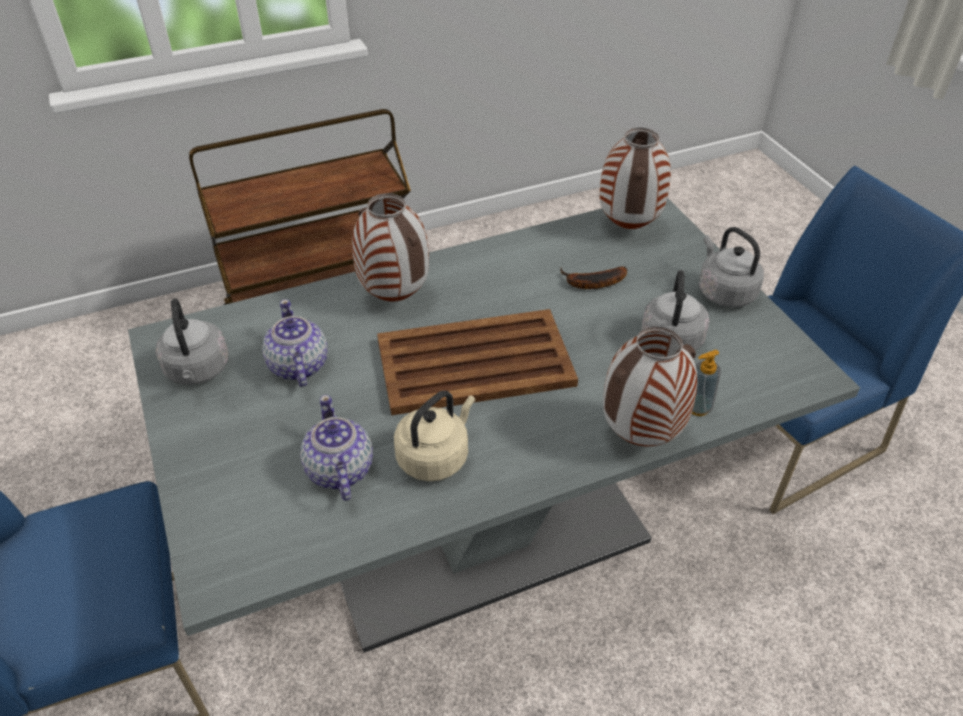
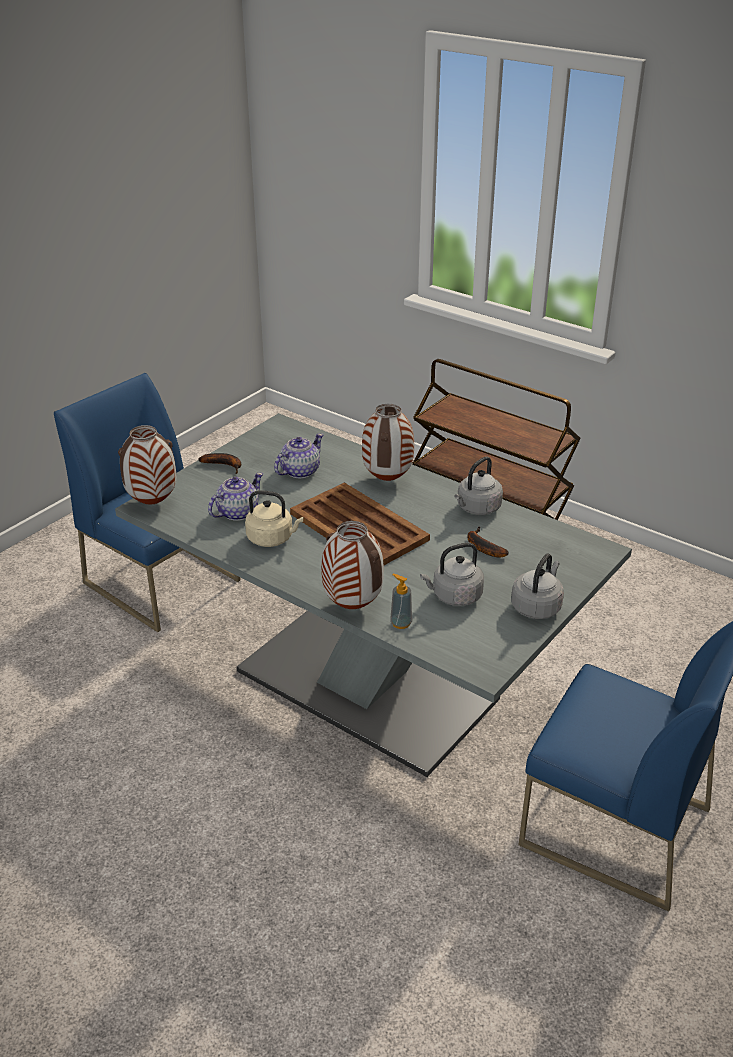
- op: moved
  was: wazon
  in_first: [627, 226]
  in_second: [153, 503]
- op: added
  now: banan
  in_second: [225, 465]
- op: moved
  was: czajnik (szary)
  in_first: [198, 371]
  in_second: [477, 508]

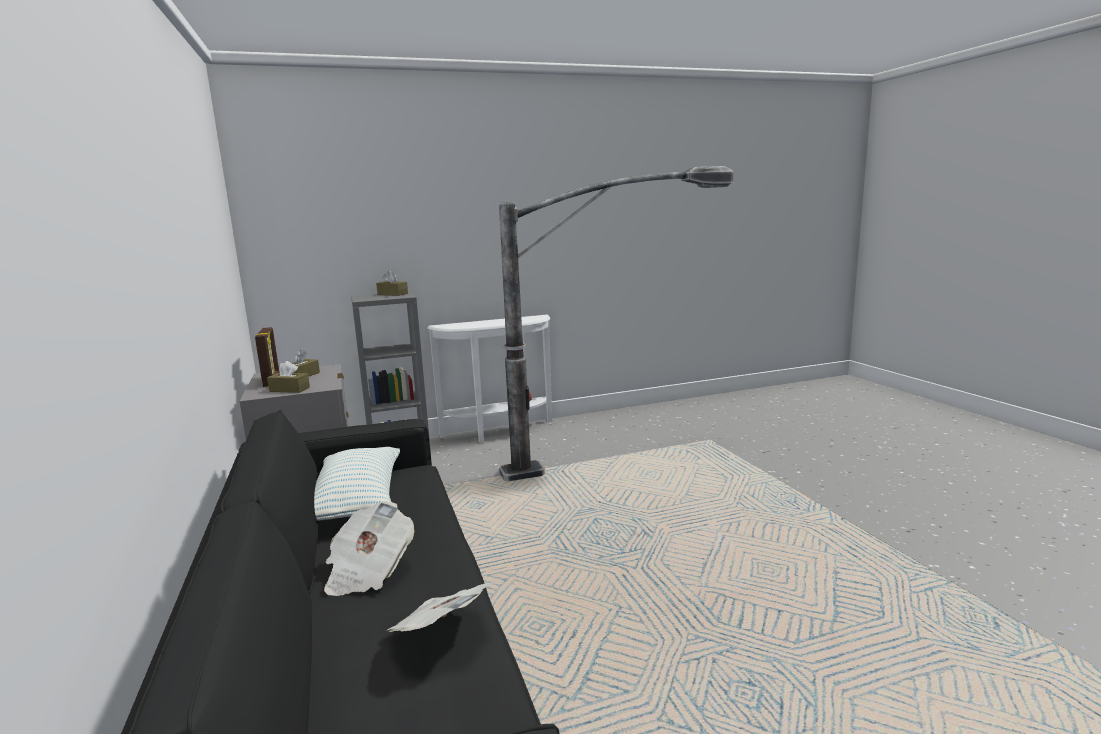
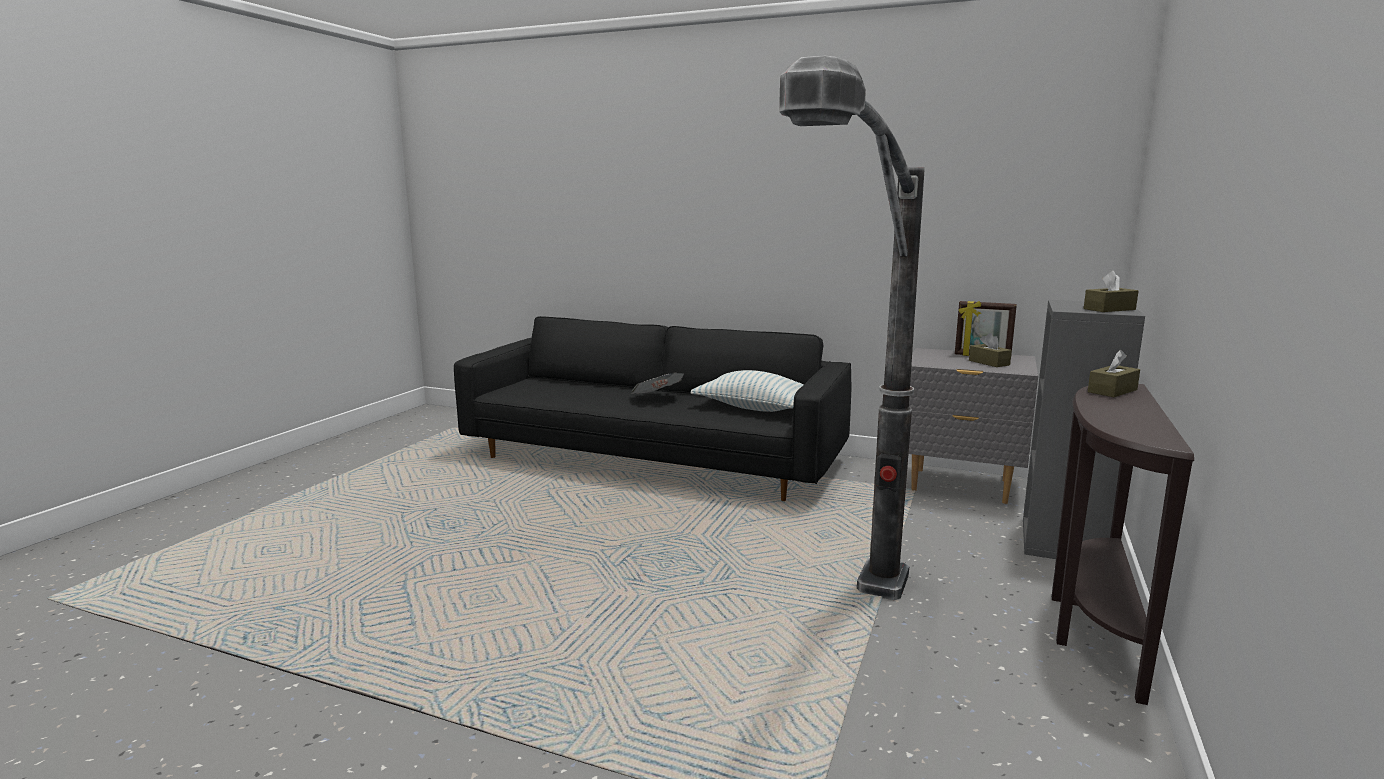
- op: recoloured
  was: stolik konsolowy (biały)
  now: stolik konsolowy (brązowy)
  in_first: [500, 433]
  in_second: [1092, 627]
- op: moved
  was: pudełko chusteczek (brązowy)
  in_first: [289, 389]
  in_second: [1112, 391]
- op: removed
  was: gazeta
  in_first: [442, 631]

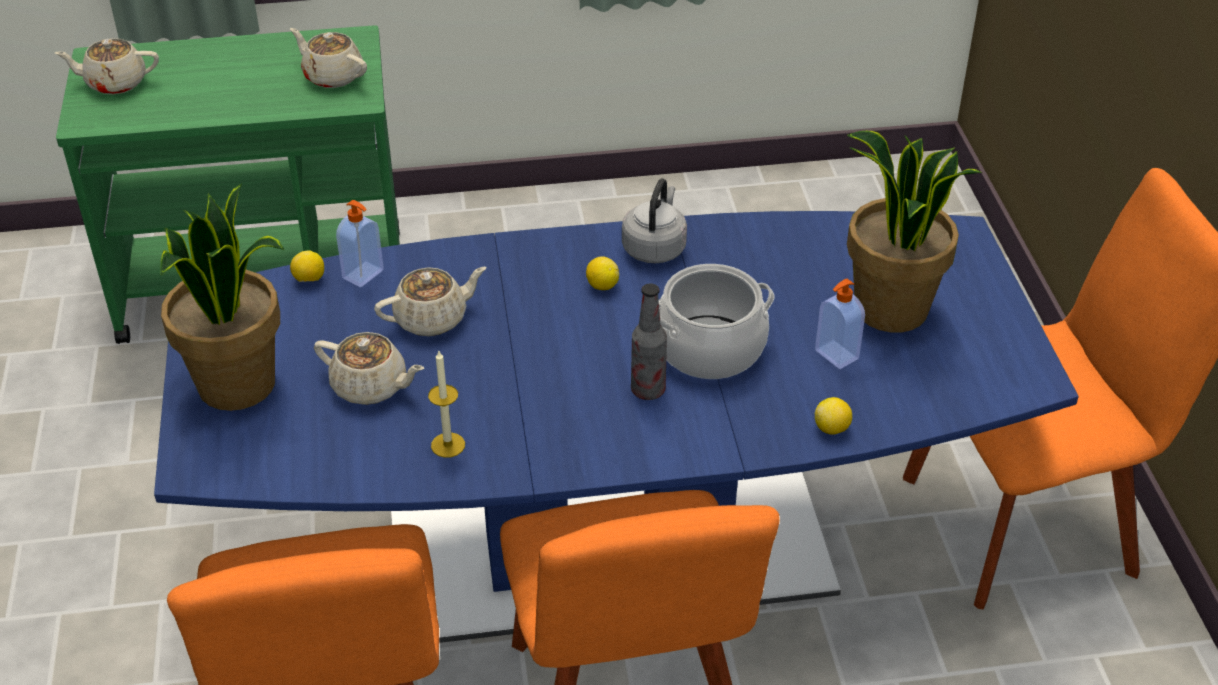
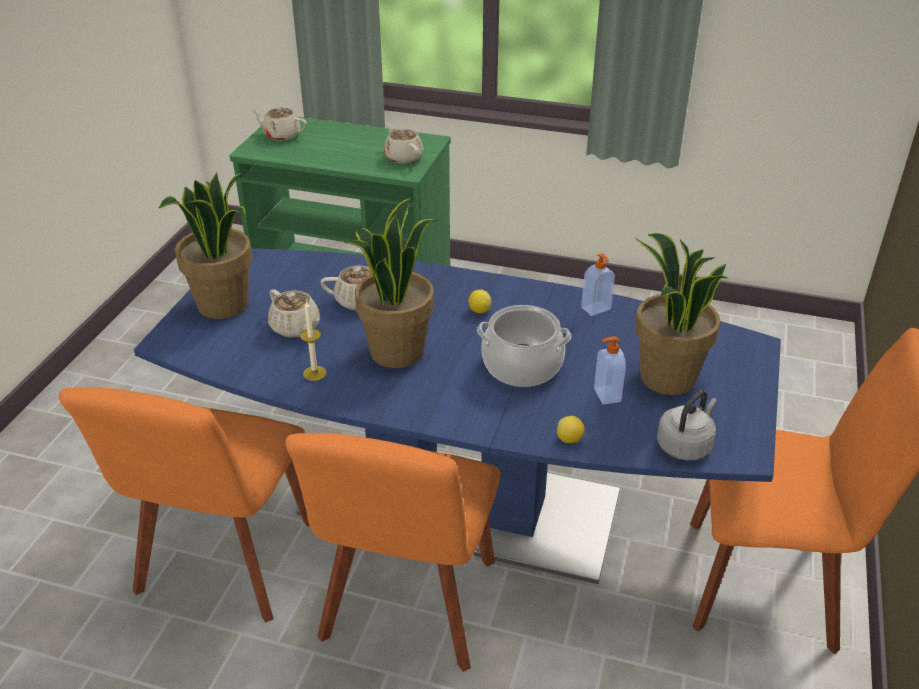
- op: added
  now: roślina doniczkowa
  in_second: [396, 351]
- op: moved
  was: dozownik mydła
  in_first: [364, 275]
  in_second: [596, 309]
- op: moved
  was: czajnik (szary)
  in_first: [655, 247]
  in_second: [685, 445]
- op: removed
  was: cytryna
  in_first: [309, 280]
- op: removed
  was: butelka
  in_first: [648, 390]

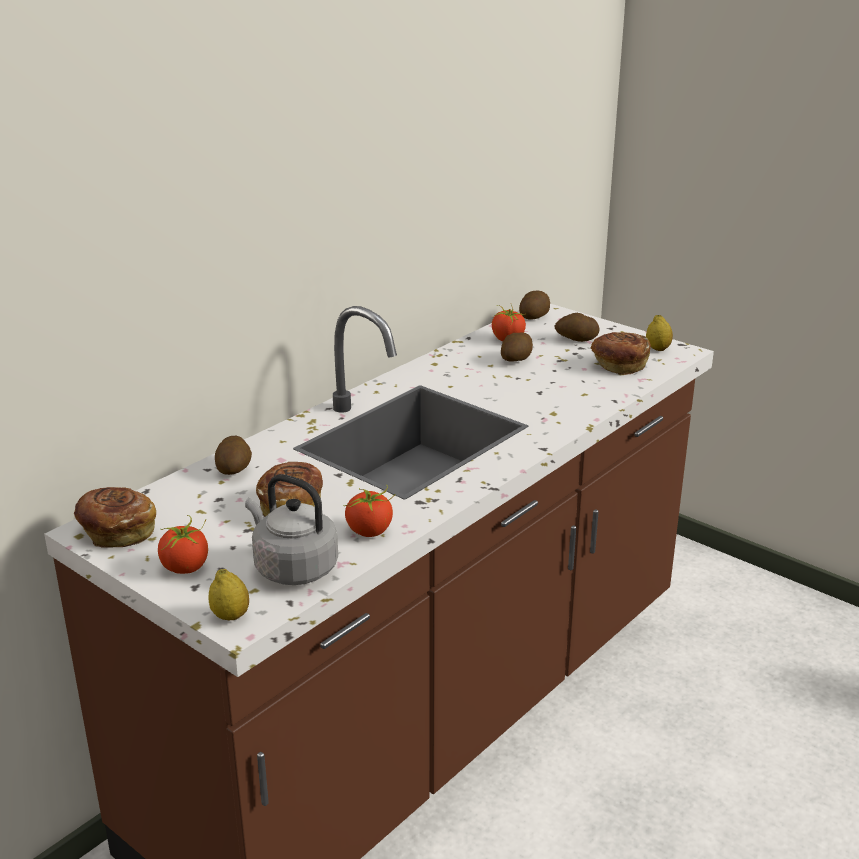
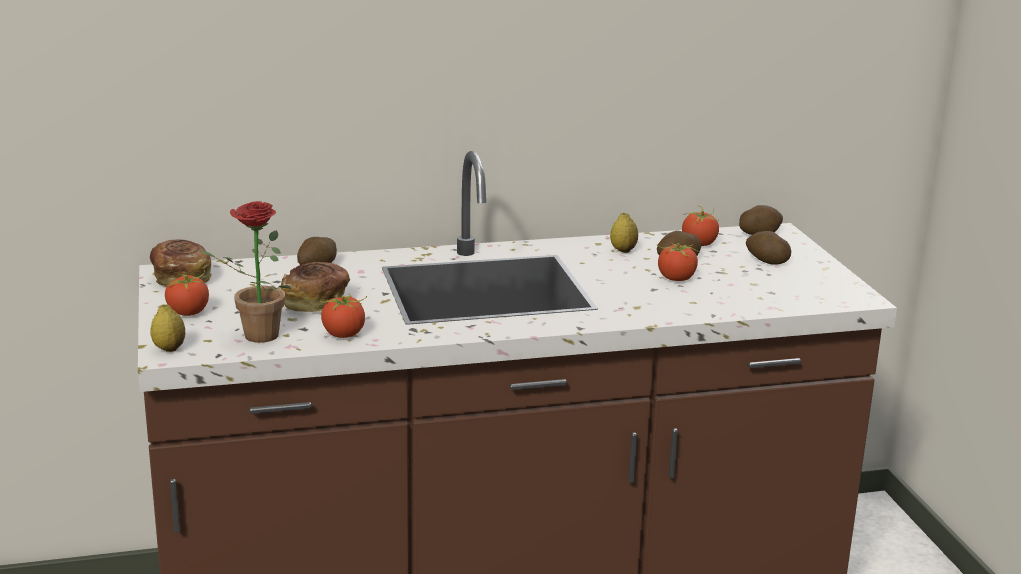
- op: replaced
  was: czajnik (szary)
  now: roślina doniczkowa
  in_first: [292, 568]
  in_second: [254, 337]
- op: moved
  was: cytryna
  in_first: [658, 349]
  in_second: [623, 250]
- op: added
  now: pomidor
  in_second: [676, 279]
- op: removed
  was: chleb
  in_first: [619, 365]

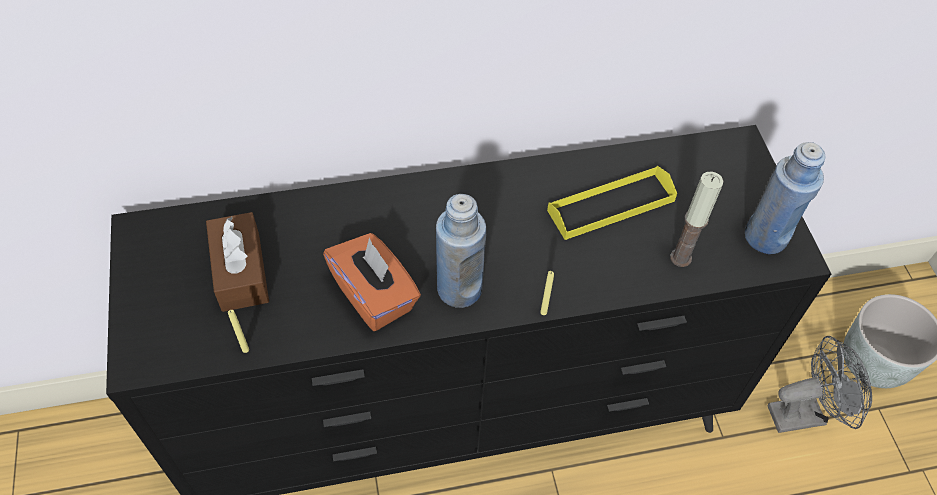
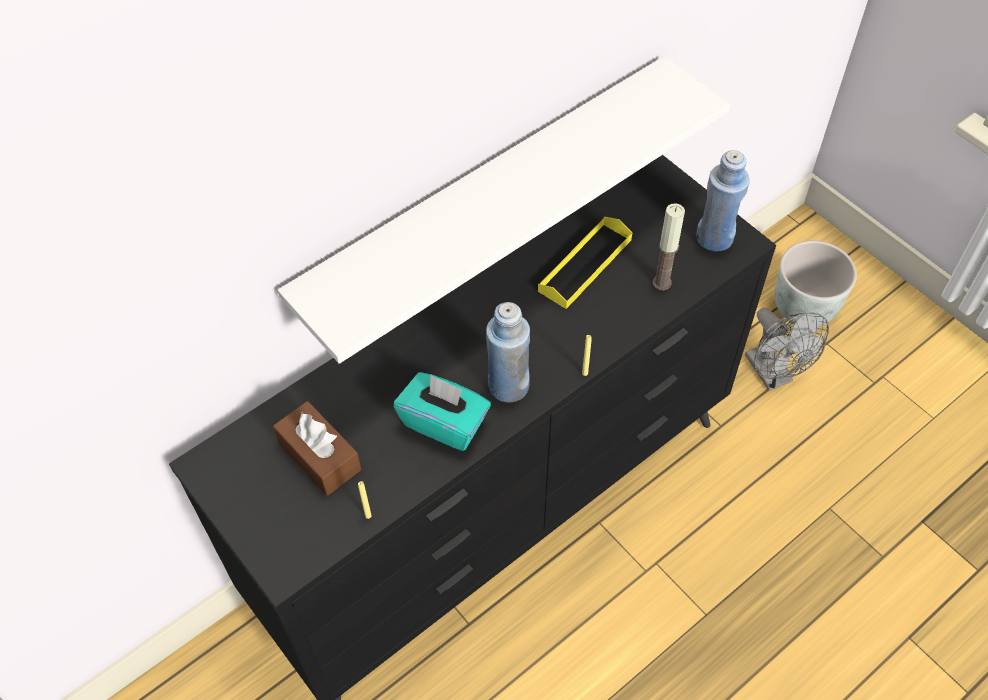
- op: added
  now: półka (biały)
  in_second: [486, 197]
- op: recoloured
  was: pudełko chusteczek (pomarańczowy)
  now: pudełko chusteczek (turkusowy)
  in_first: [374, 295]
  in_second: [444, 423]
- op: turned
  was: wentylator (szary)
  in_first: [804, 413]
  in_second: [773, 375]
  clockwise: 105

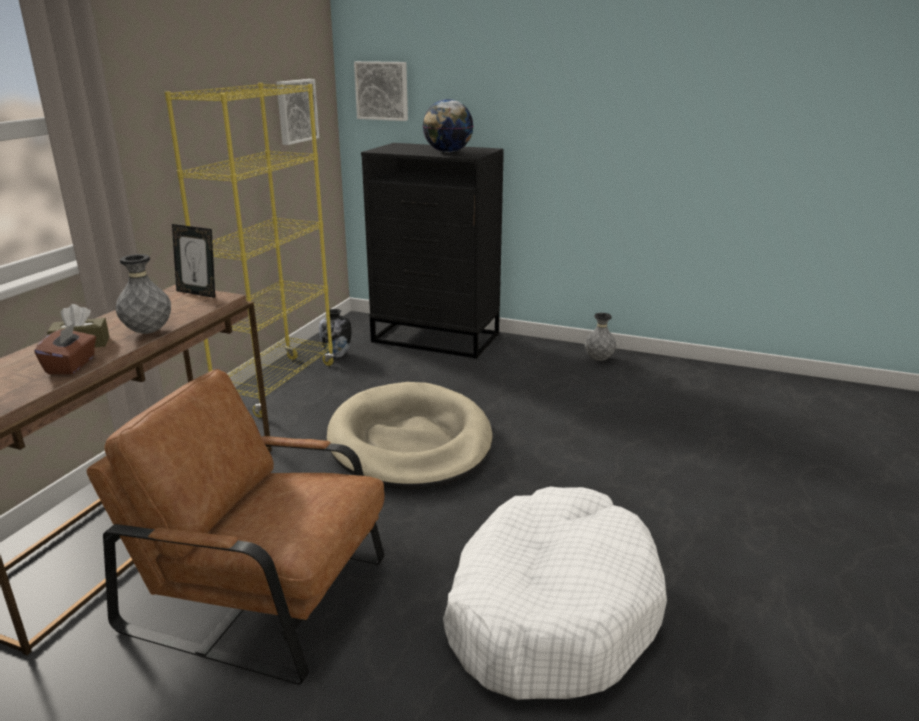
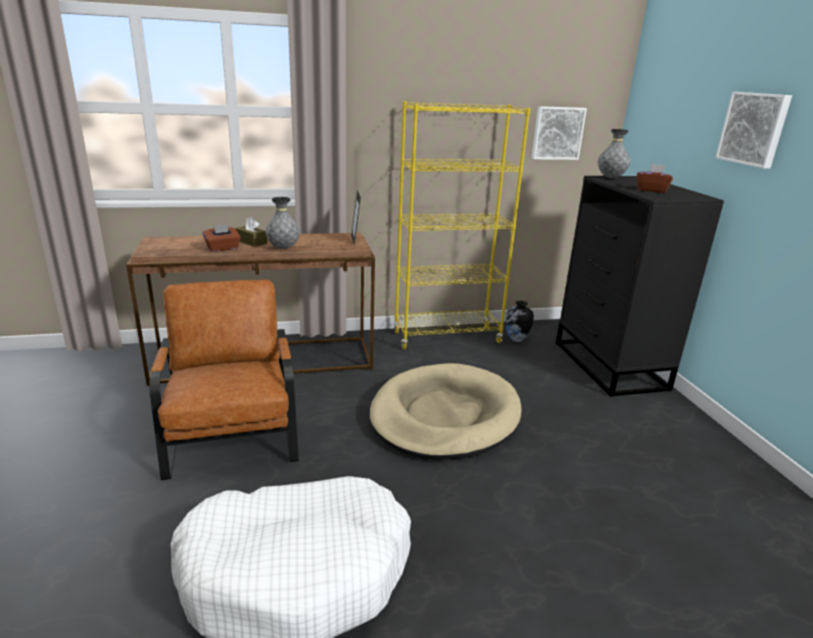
- op: moved
  was: wazon (szary)
  in_first: [599, 359]
  in_second: [610, 178]
- op: replaced
  was: globus
  now: pudełko chusteczek (brązowy)
  in_first: [447, 152]
  in_second: [652, 190]
- op: moved
  was: obraz
  in_first: [382, 90]
  in_second: [754, 129]

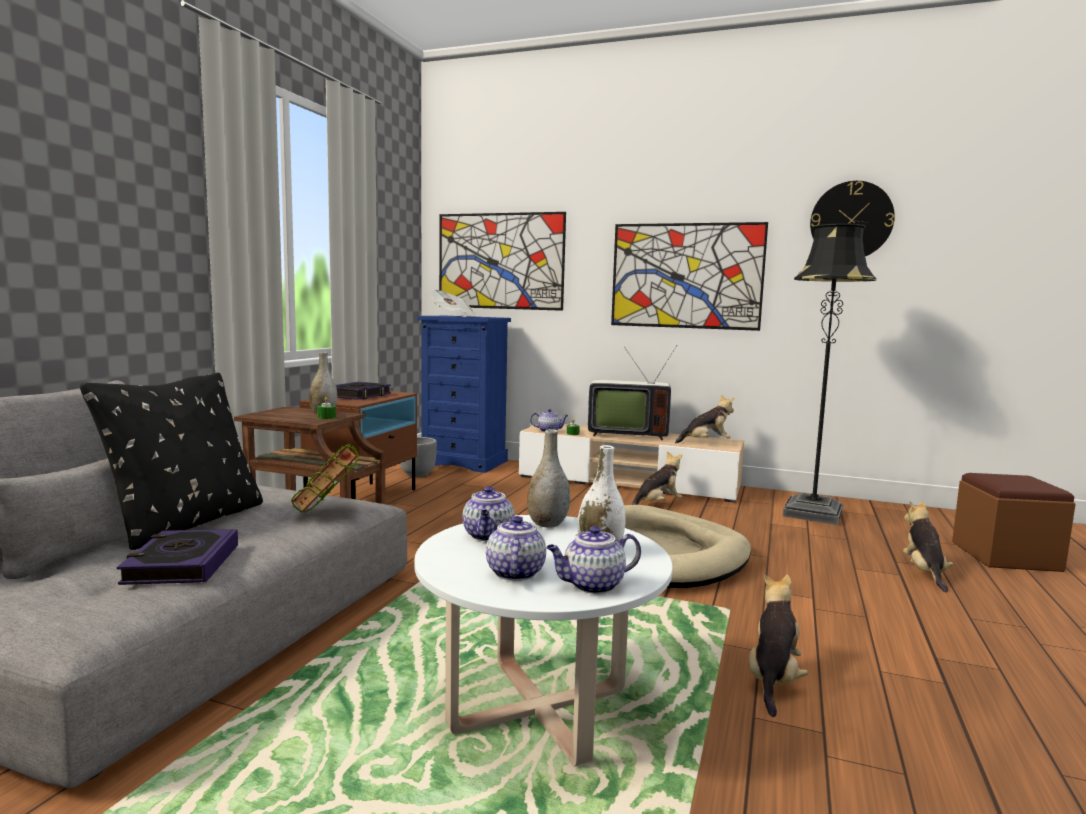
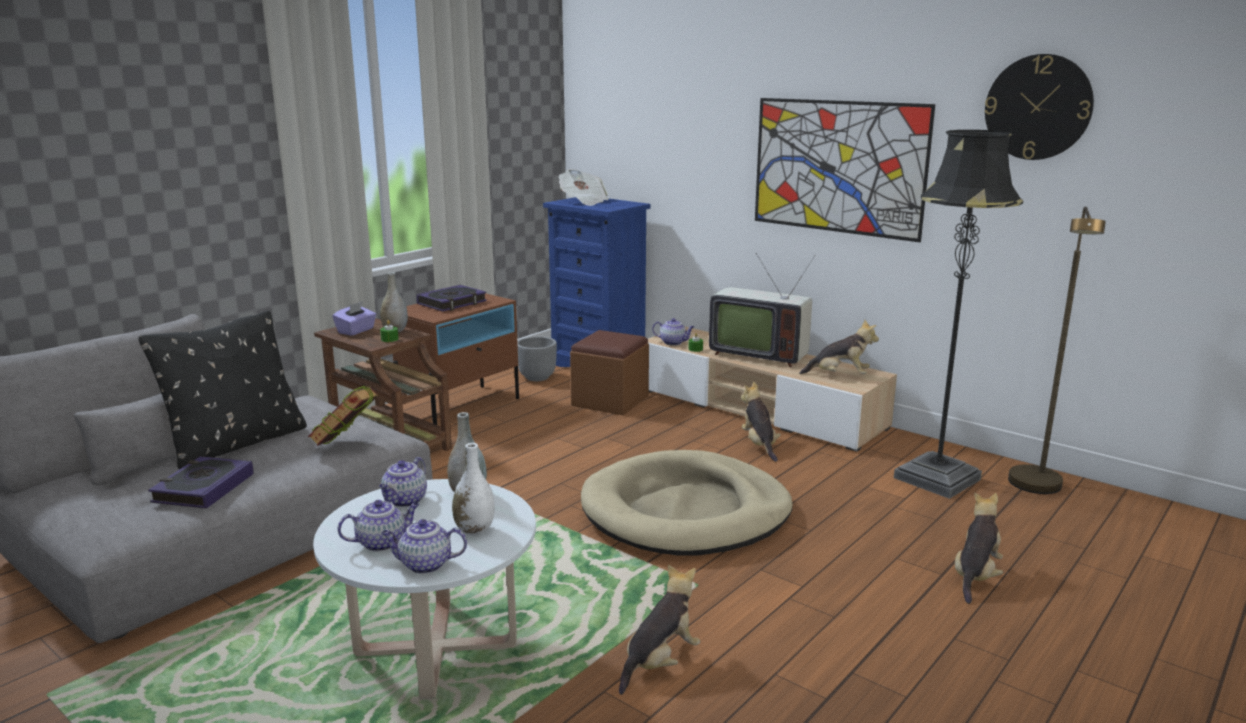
- op: added
  now: pudełko chusteczek (fioletowy)
  in_second: [356, 331]
- op: turned
  was: imbryk
  in_first: [514, 572]
  in_second: [382, 543]
  clockwise: 45
- op: moved
  was: pufa (brązowy)
  in_first: [1005, 556]
  in_second: [610, 401]
- op: turned
  was: pluszak
  in_first: [657, 504]
  in_second: [759, 445]
  clockwise: -90
- op: added
  now: lampa stojąca (brązowy)
  in_second: [1036, 489]
- op: removed
  was: obraz
  in_first: [500, 261]

